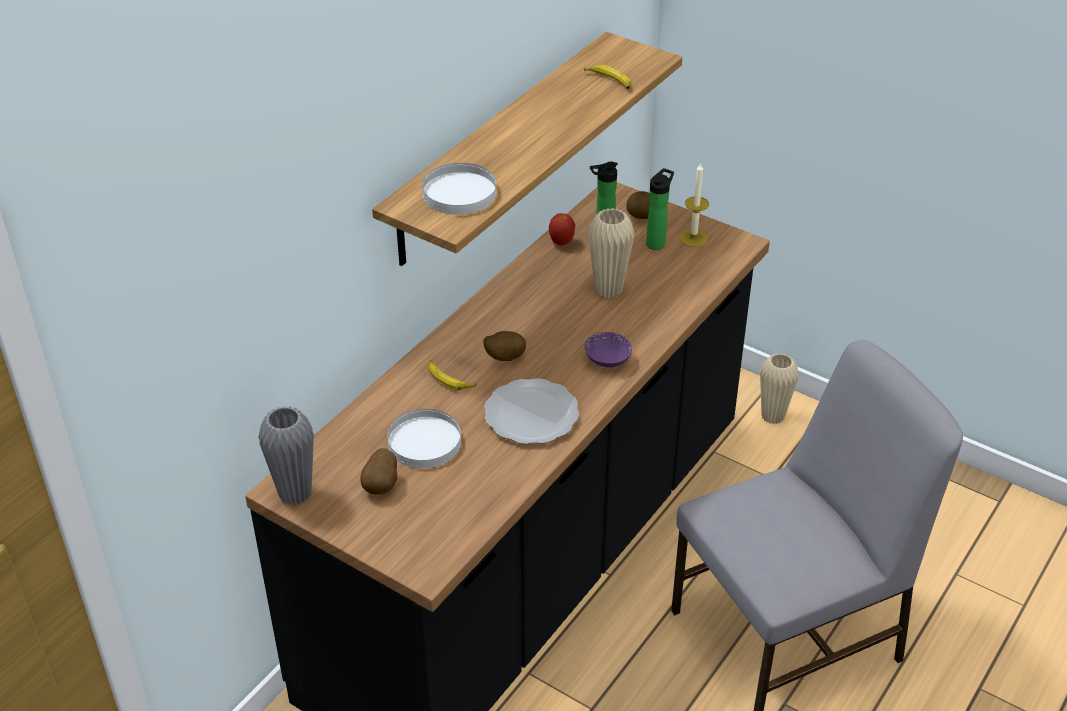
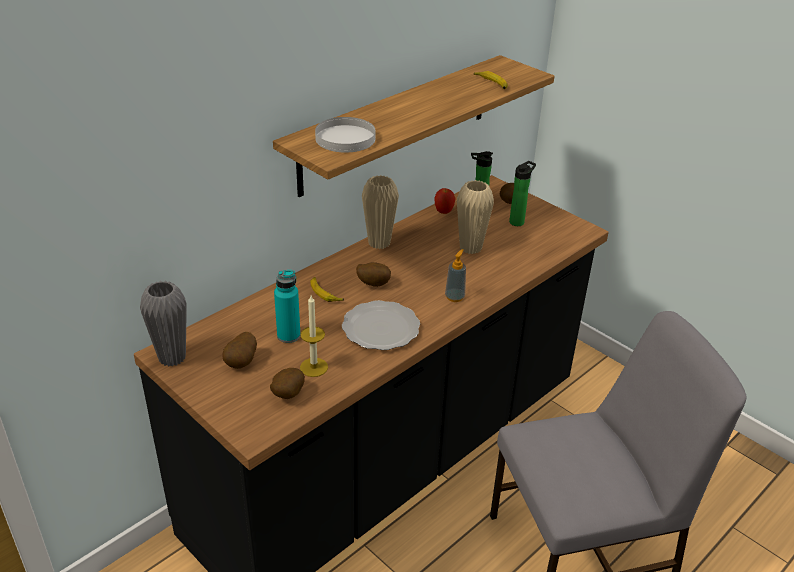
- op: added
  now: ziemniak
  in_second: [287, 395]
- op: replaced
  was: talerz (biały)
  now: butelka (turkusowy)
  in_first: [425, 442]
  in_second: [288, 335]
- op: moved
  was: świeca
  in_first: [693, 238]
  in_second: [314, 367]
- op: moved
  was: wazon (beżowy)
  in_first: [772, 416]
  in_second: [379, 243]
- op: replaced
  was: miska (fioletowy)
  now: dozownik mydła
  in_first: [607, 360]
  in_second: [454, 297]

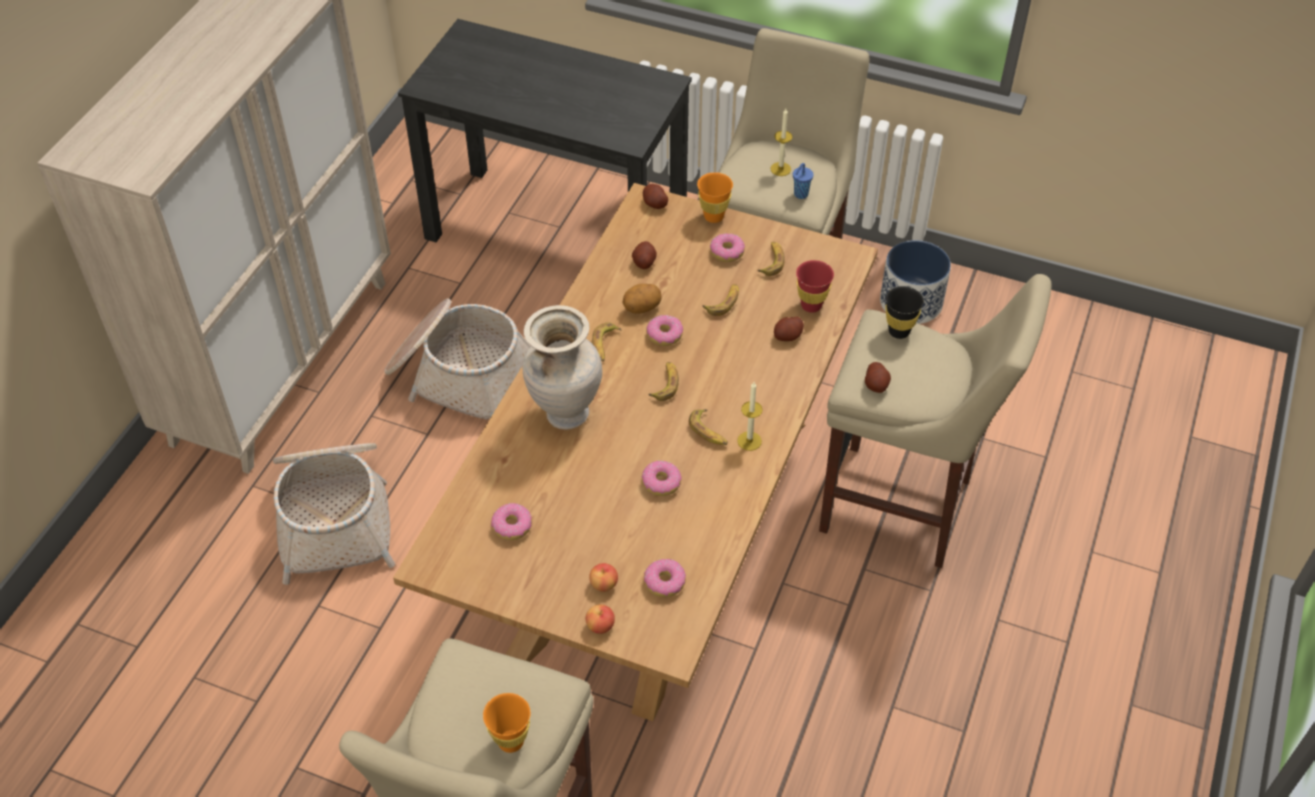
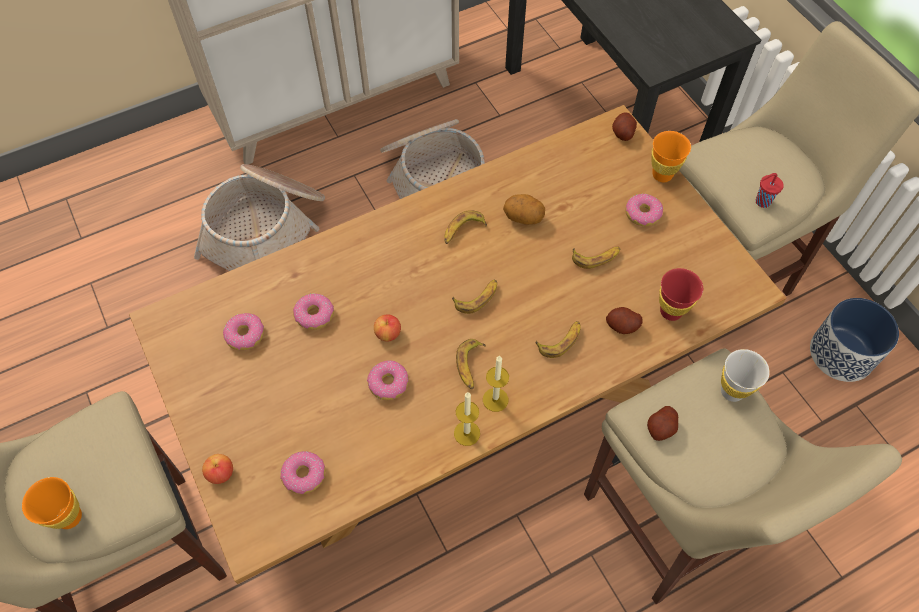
- op: moved
  was: donut
  in_first: [664, 335]
  in_second: [314, 315]
- op: moved
  was: jabłko
  in_first: [604, 584]
  in_second: [388, 333]
- op: moved
  was: świeca
  in_first: [780, 169]
  in_second: [467, 433]
- op: moved
  was: banan
  in_first: [771, 261]
  in_second: [560, 341]
- op: recoloured
  was: filiżanka (czarny)
  now: filiżanka (biały)
  in_first: [899, 331]
  in_second: [732, 391]
- op: recoloured
  was: filiżanka (niebieski)
  now: filiżanka (czerwony)
  in_first: [800, 195]
  in_second: [761, 202]
- op: removed
  was: wazon (beżowy)
  in_first: [565, 414]
- op: removed
  was: ziemniak
  in_first: [644, 262]

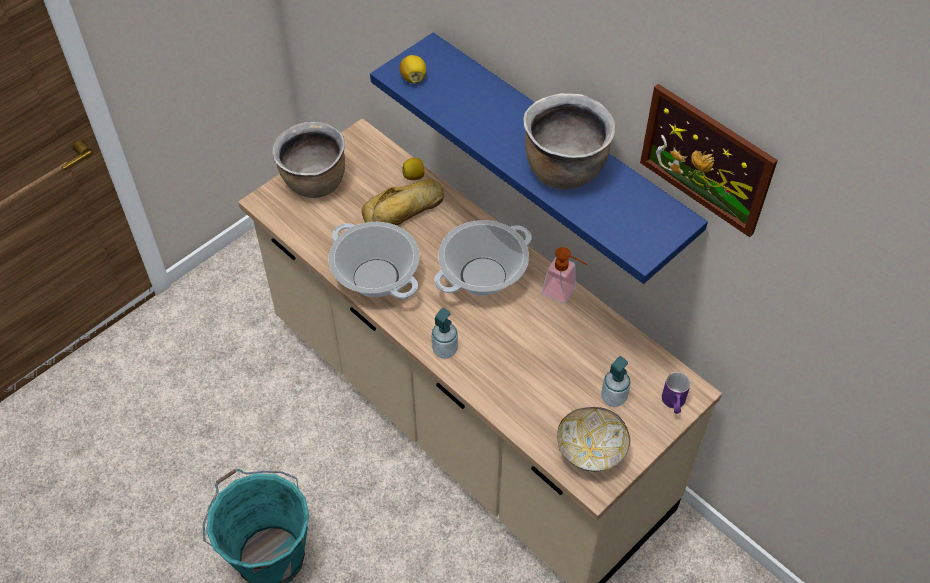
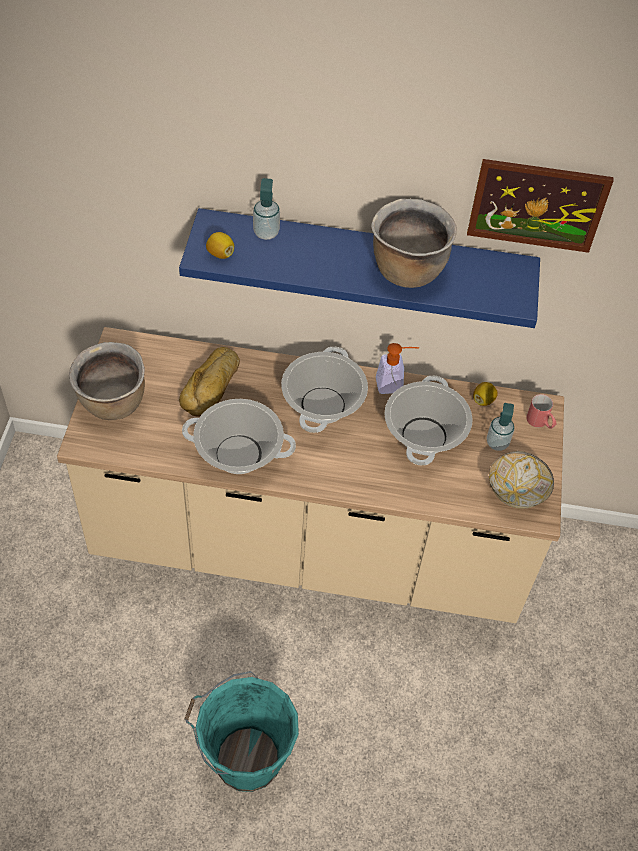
- op: moved
  was: dozownik mydła
  in_first: [445, 350]
  in_second: [266, 233]
- op: added
  now: garnek
  in_second: [423, 436]
- op: moved
  was: cytryna
  in_first: [414, 176]
  in_second: [483, 400]
- op: recoloured
  was: kubek (fioletowy)
  now: kubek (czerwony)
  in_first: [673, 404]
  in_second: [540, 423]

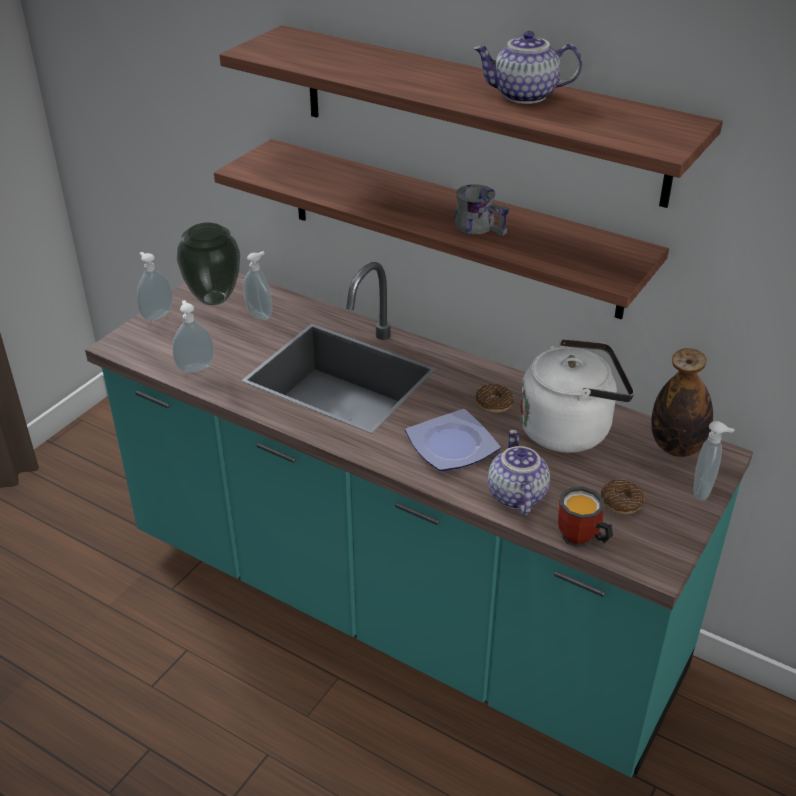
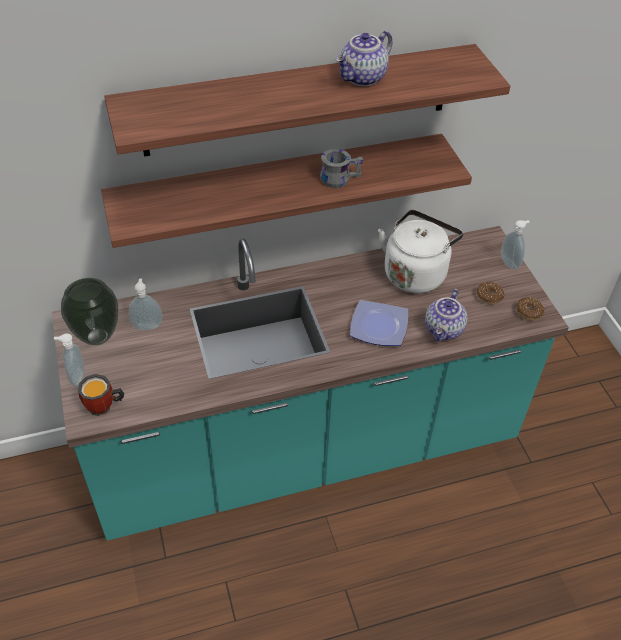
- op: moved
  was: kubek
  in_first: [580, 540]
  in_second: [104, 408]
- op: turned
  was: imbryk
  in_first: [515, 495]
  in_second: [444, 330]
  clockwise: -105
- op: moved
  was: donut
  in_first: [494, 403]
  in_second: [529, 312]
- op: removed
  was: dozownik mydła
  in_first: [195, 367]
- op: removed
  was: butelka
  in_first: [676, 447]

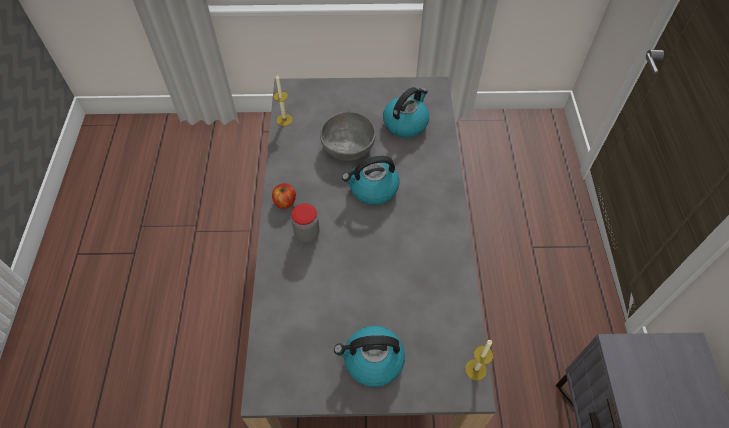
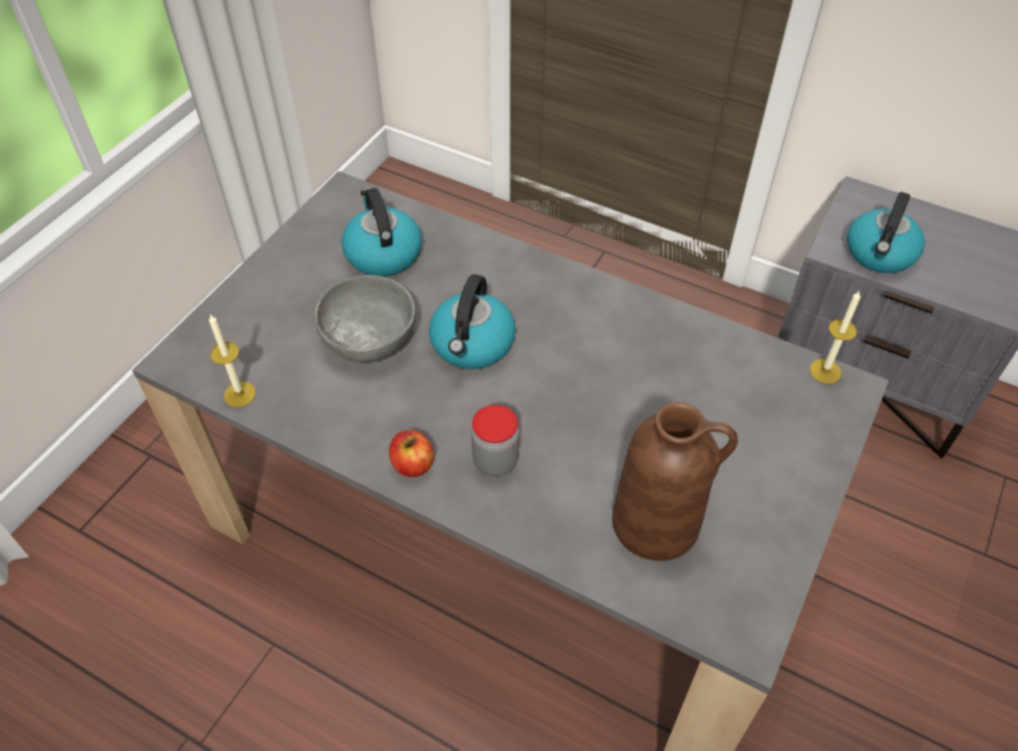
- op: added
  now: wazon (brązowy)
  in_second: [657, 522]
- op: moved
  was: czajnik
  in_first: [372, 361]
  in_second: [880, 254]

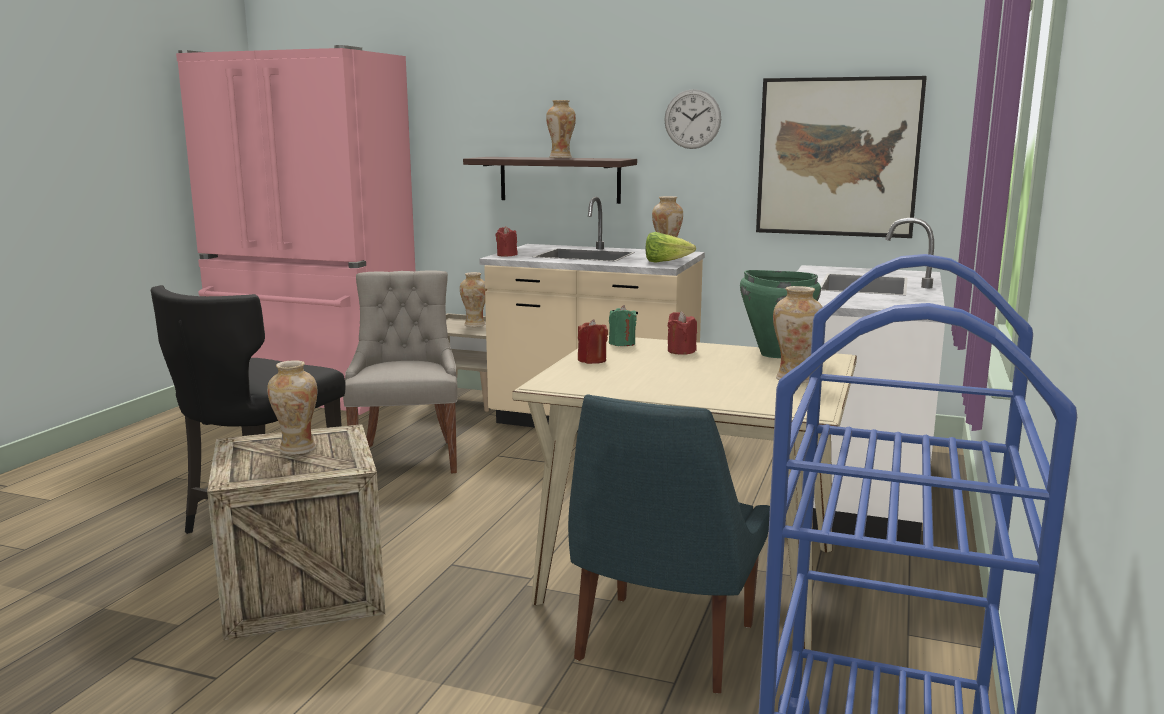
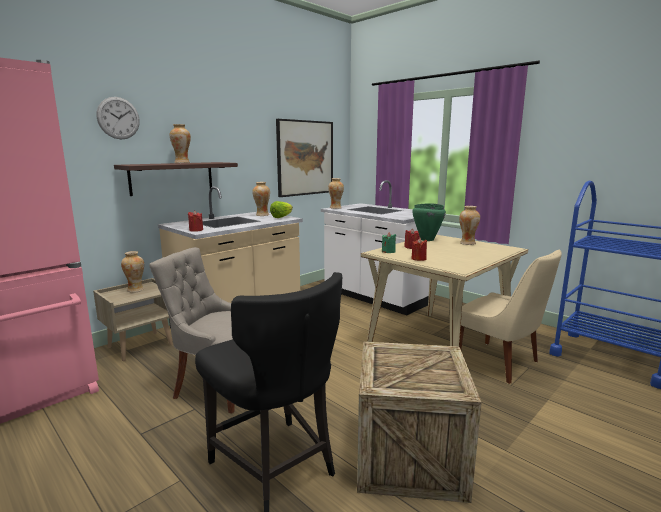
- op: moved
  was: zegar ścienny
  in_first: [692, 119]
  in_second: [118, 118]
- op: moved
  was: wazon
  in_first: [297, 449]
  in_second: [335, 208]
- op: recoloured
  was: krzesło (niebieski)
  now: krzesło (beżowy)
  in_first: [663, 646]
  in_second: [500, 363]

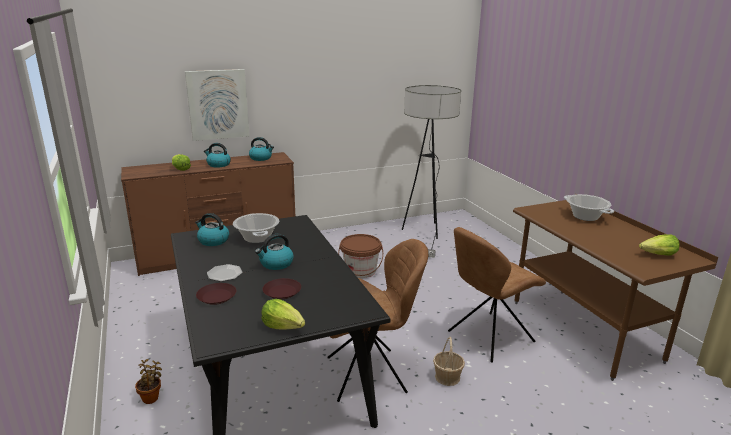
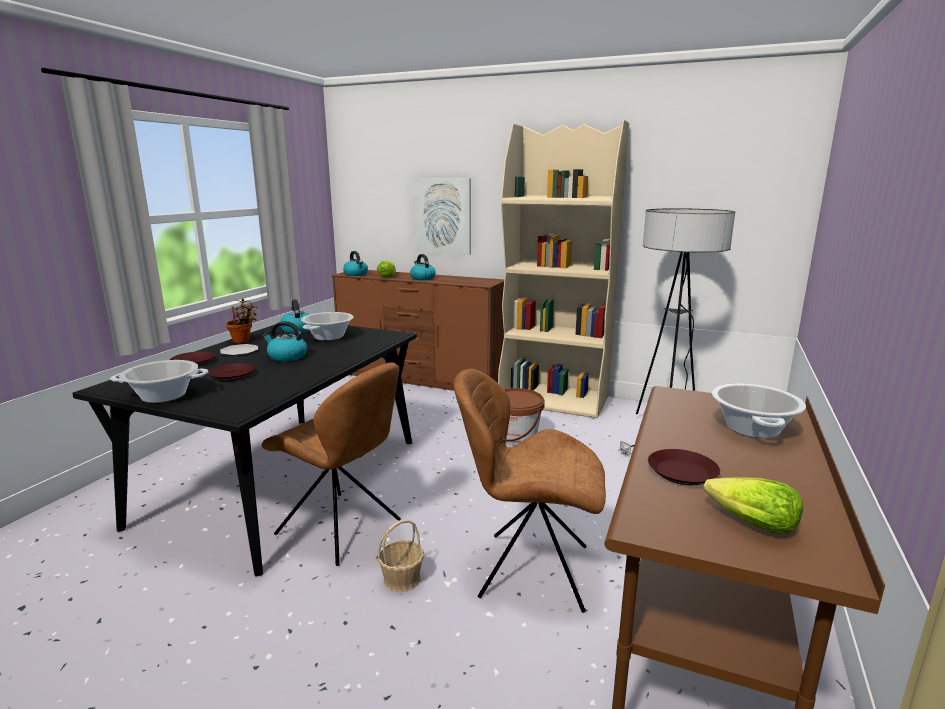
- op: replaced
  was: sałata
  now: garnek
  in_first: [283, 326]
  in_second: [164, 396]
- op: moved
  was: roślina doniczkowa
  in_first: [151, 397]
  in_second: [243, 341]
- op: moved
  was: czajnik
  in_first: [261, 158]
  in_second: [356, 274]
- op: added
  now: regał (beżowy)
  in_second: [554, 400]
- op: added
  now: talerz (brązowy)
  in_second: [683, 473]

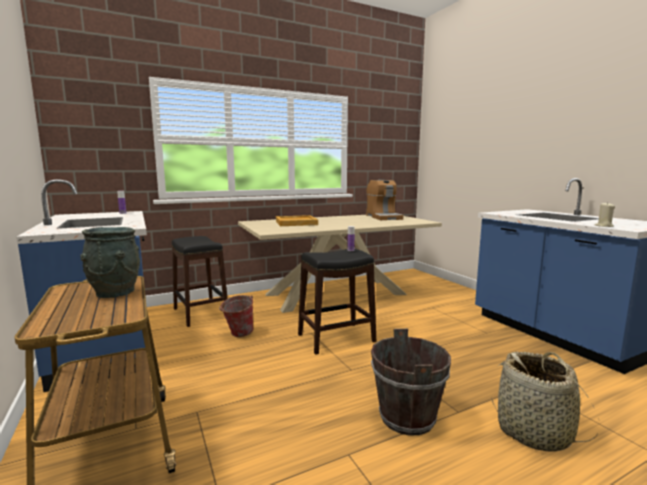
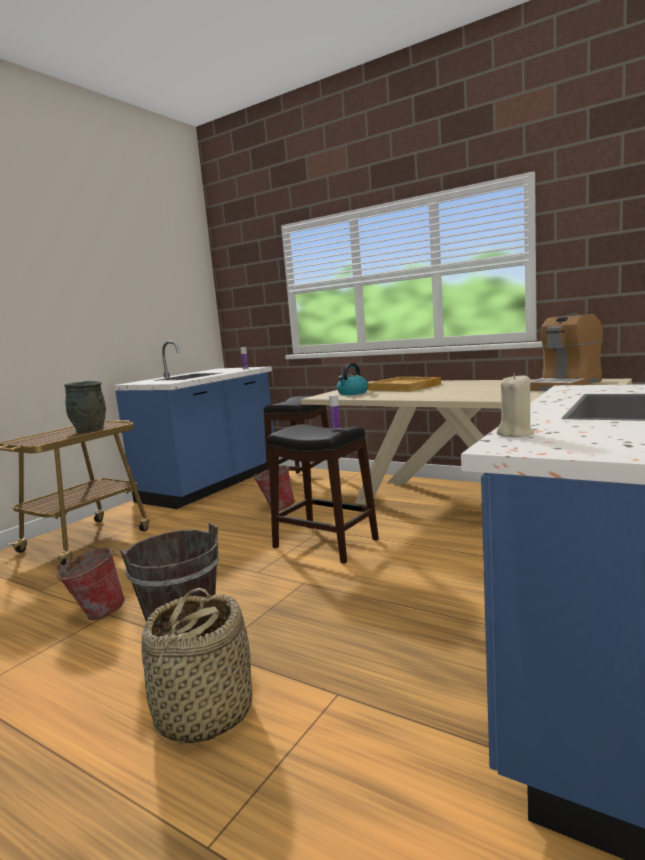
- op: added
  now: wiadro
  in_second: [96, 613]
- op: added
  now: czajnik
  in_second: [352, 393]

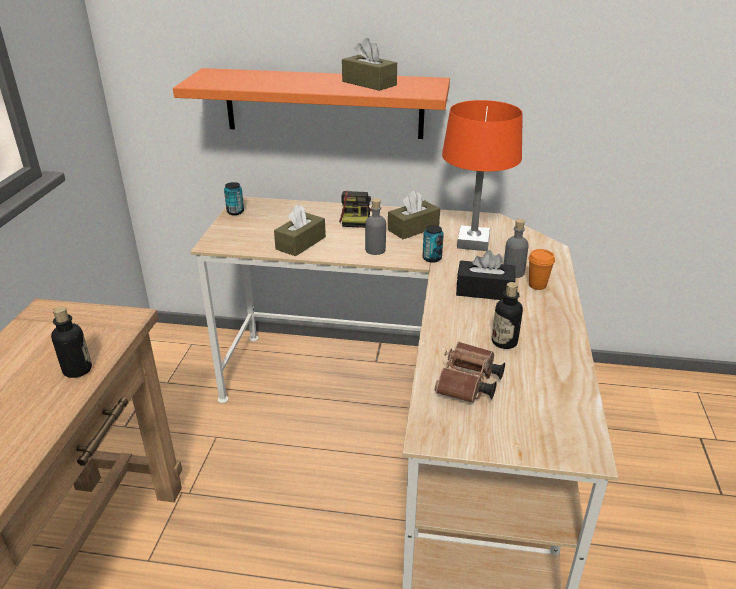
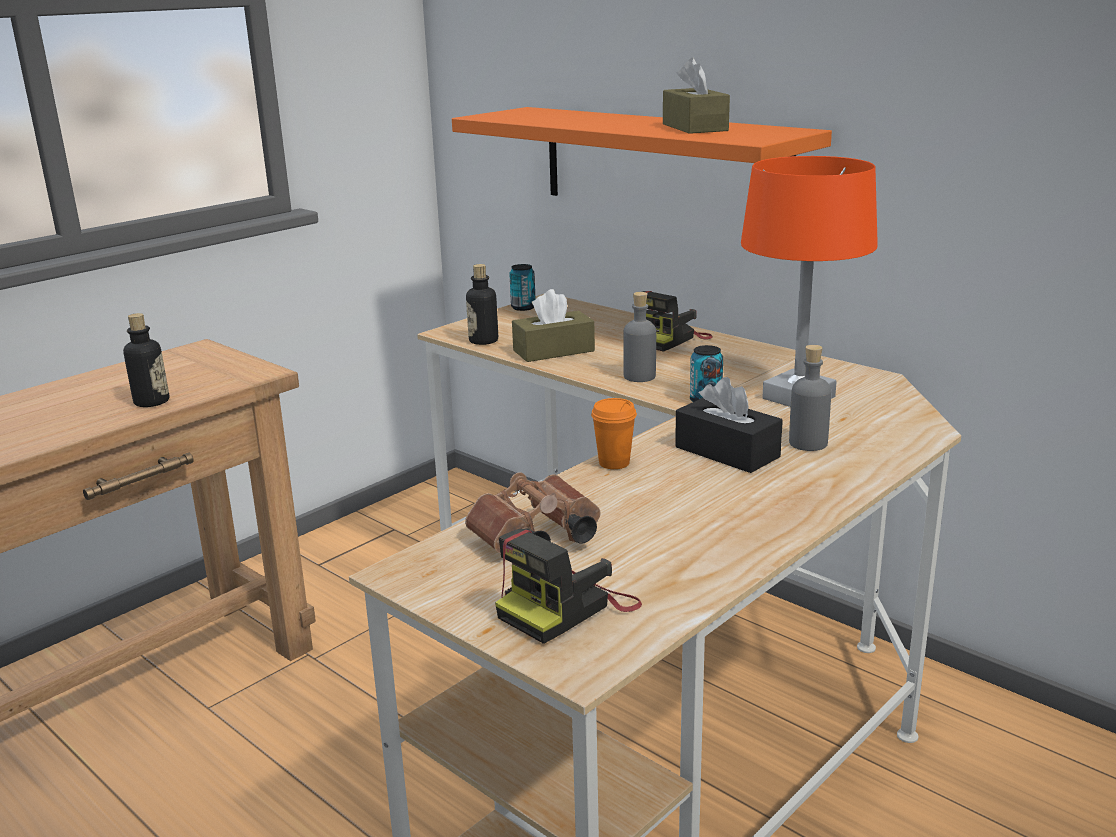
- op: moved
  was: butelka
  in_first: [504, 342]
  in_second: [483, 341]
- op: added
  now: aparat fotograficzny
  in_second: [567, 608]
- op: moved
  was: filiżanka (pomarańczowy)
  in_first: [537, 285]
  in_second: [614, 463]
- op: removed
  was: pudełko chusteczek (brązowy)
  in_first: [413, 228]

